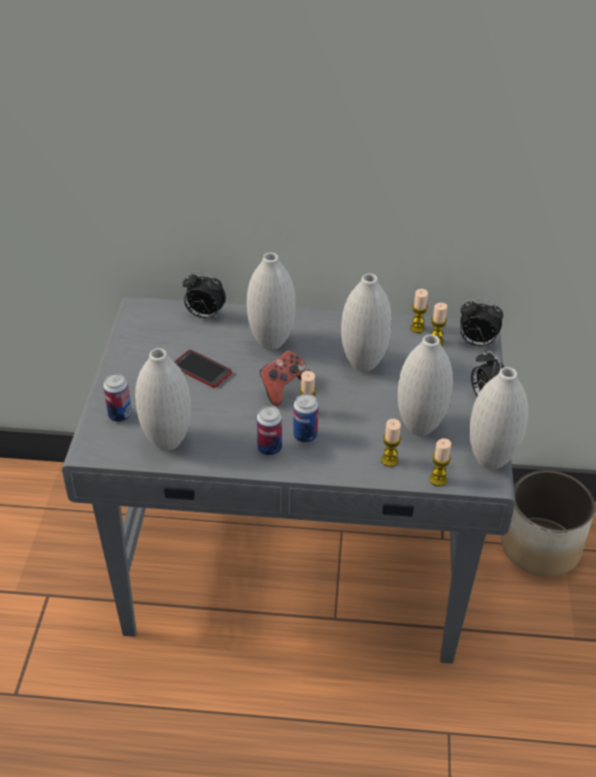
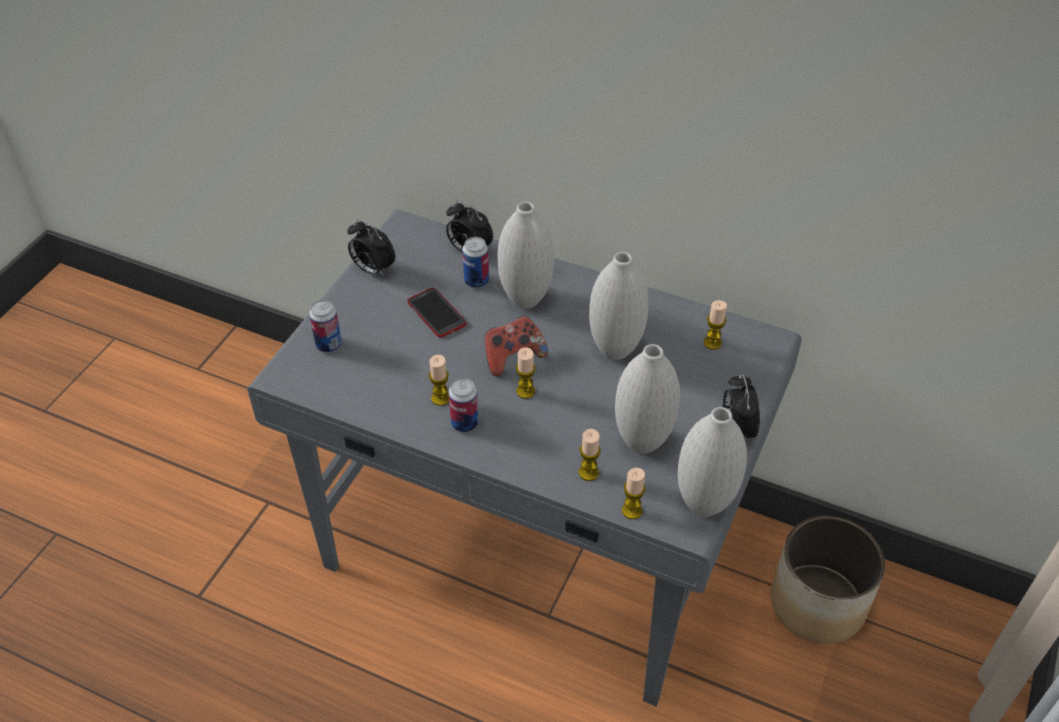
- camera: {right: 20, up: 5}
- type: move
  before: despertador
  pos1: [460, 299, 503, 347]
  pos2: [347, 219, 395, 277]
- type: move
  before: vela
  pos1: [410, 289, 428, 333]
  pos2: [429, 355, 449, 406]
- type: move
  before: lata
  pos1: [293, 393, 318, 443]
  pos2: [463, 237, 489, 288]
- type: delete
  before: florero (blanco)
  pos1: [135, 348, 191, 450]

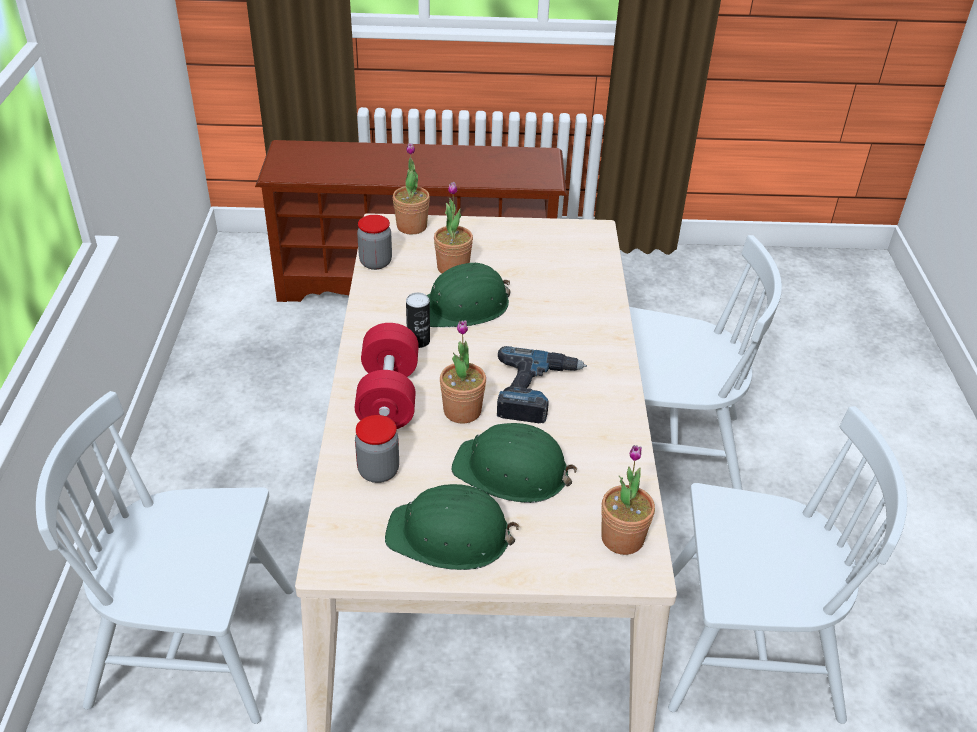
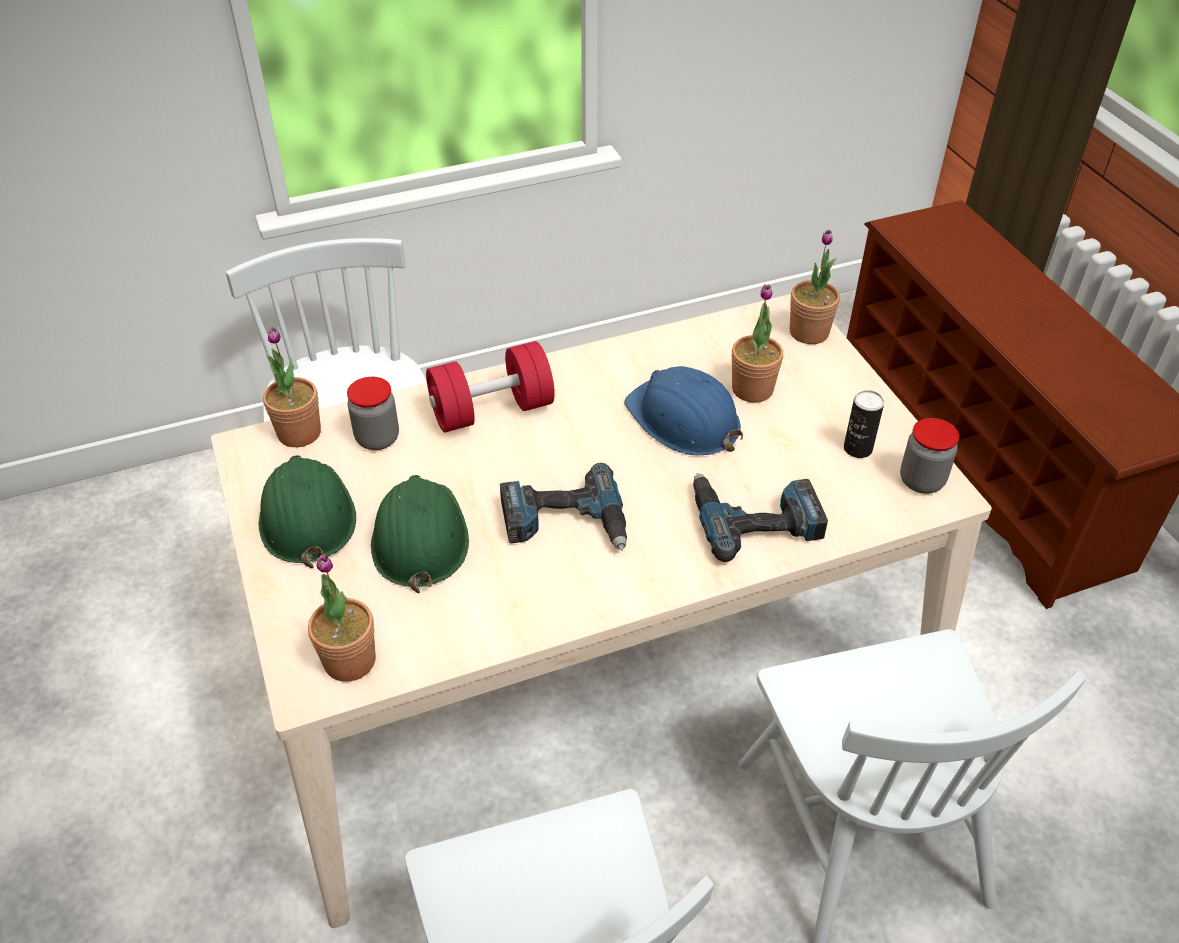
- camera: {right: 70, up: 5}
- type: move
  before: planta en maceta
  pos1: [440, 320, 486, 424]
  pos2: [263, 327, 321, 447]
- type: recolor
  before: casco (verde)
  after: casco (azul)
  pos1: [427, 263, 511, 327]
  pos2: [624, 366, 743, 456]
- type: insert
  after: taladro
  pos2: [693, 473, 828, 562]
- type: move
  before: lata
  pos1: [406, 293, 430, 348]
  pos2: [844, 390, 884, 458]
- type: move
  before: tarro
  pos1: [357, 215, 392, 270]
  pos2: [900, 418, 959, 494]

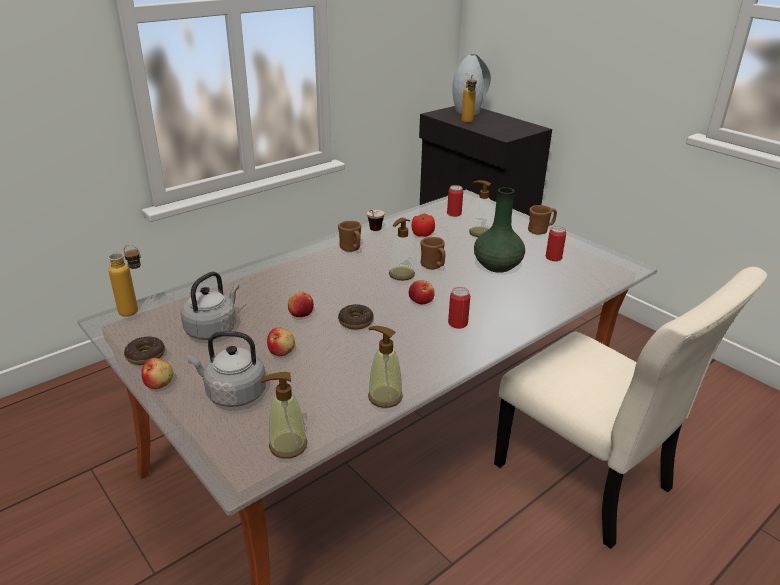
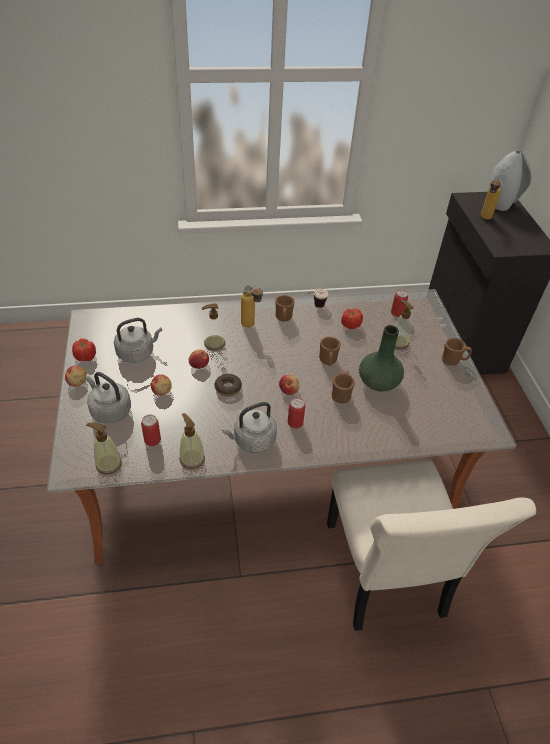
- camera: {right: 30, up: 15}
- type: replace
  before: rosquilla
  after: tomate
  pos1: [124, 336, 165, 365]
  pos2: [72, 338, 96, 361]
- type: move
  before: lata
  pos1: [545, 226, 566, 261]
  pos2: [141, 415, 161, 446]
- type: move
  before: dispensador de jabón
  pos1: [389, 218, 415, 281]
  pos2: [202, 304, 225, 350]
- type: insert
  after: hervidor (gris)
  pos2: [222, 402, 277, 453]
- type: move
  before: botella
  pos1: [108, 245, 141, 316]
  pos2: [241, 286, 263, 328]
- type: insert
  after: taza grande (marrón)
  pos2: [332, 371, 355, 403]

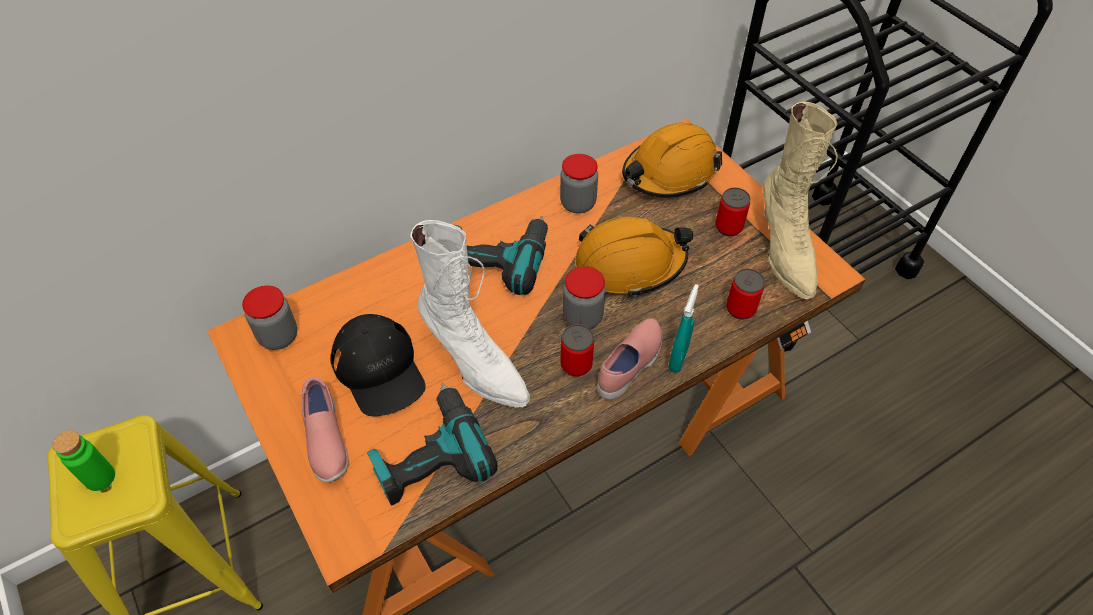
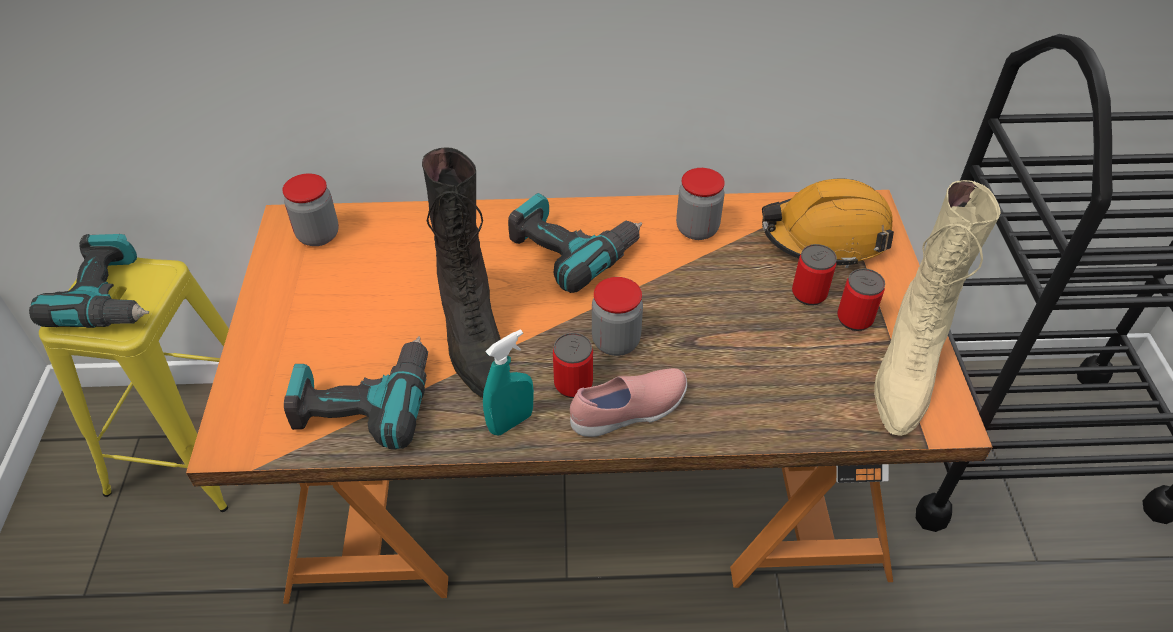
- camera: {right: 30, up: -5}
- type: replace
  before: botella (verde)
  after: taladro
  pos1: [52, 430, 115, 491]
  pos2: [29, 234, 149, 328]
- type: recolor
  before: bota (blanco)
  after: bota (negro)
  pos1: [410, 220, 530, 407]
  pos2: [422, 147, 501, 398]
- type: move
  before: pulverizador (turquesa)
  pos1: [669, 284, 699, 373]
  pos2: [483, 329, 534, 436]
- type: move
  before: lata
  pos1: [726, 269, 765, 320]
  pos2: [792, 244, 837, 306]
- type: delete
  before: zapato (rosa)
  pos1: [302, 377, 349, 483]
- type: delete
  before: gorra (negro)
  pos1: [331, 314, 426, 416]
- type: delete
  before: casco (naranja)
  pos1: [575, 217, 693, 297]

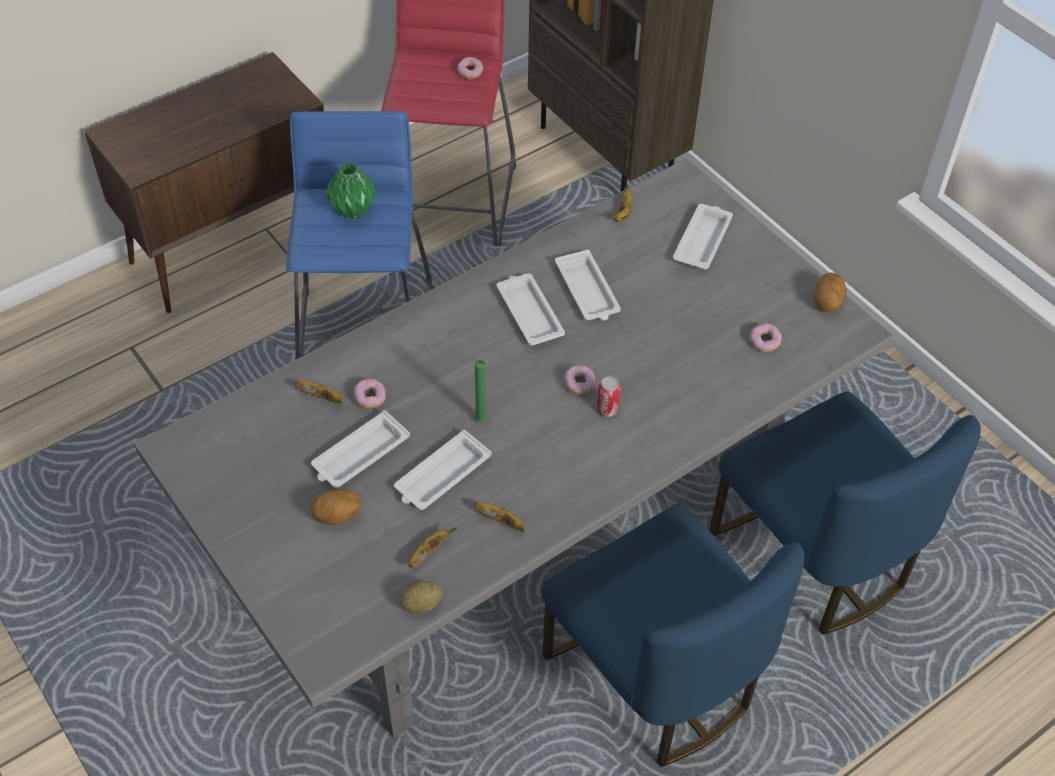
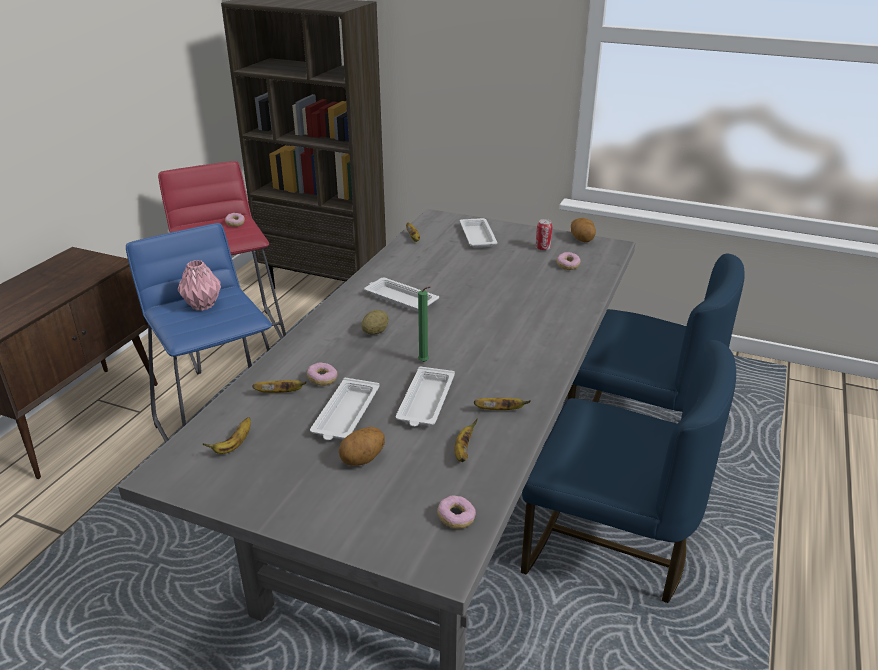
- camera: {right: -30, up: -20}
- type: recolor
  before: florero (verde)
  after: florero (rosa)
  pos1: [326, 162, 376, 219]
  pos2: [178, 260, 221, 311]
- type: insert
  after: plátano
  pos2: [203, 417, 251, 454]
- type: move
  before: patata
  pos1: [400, 581, 442, 613]
  pos2: [361, 310, 389, 335]
- type: move
  before: rosquilla
  pos1: [564, 365, 596, 395]
  pos2: [437, 495, 476, 529]
- type: move
  before: lata
  pos1: [596, 376, 621, 417]
  pos2: [536, 219, 553, 251]
- type: delete
  before: bandeja (blanco)
  pos1: [555, 250, 621, 321]

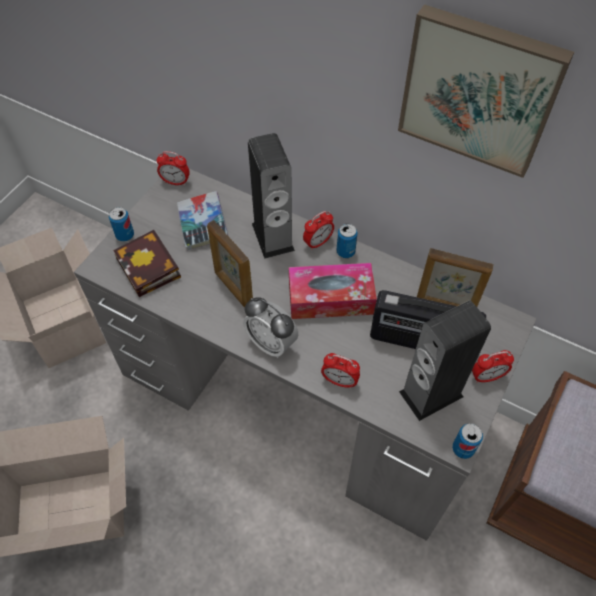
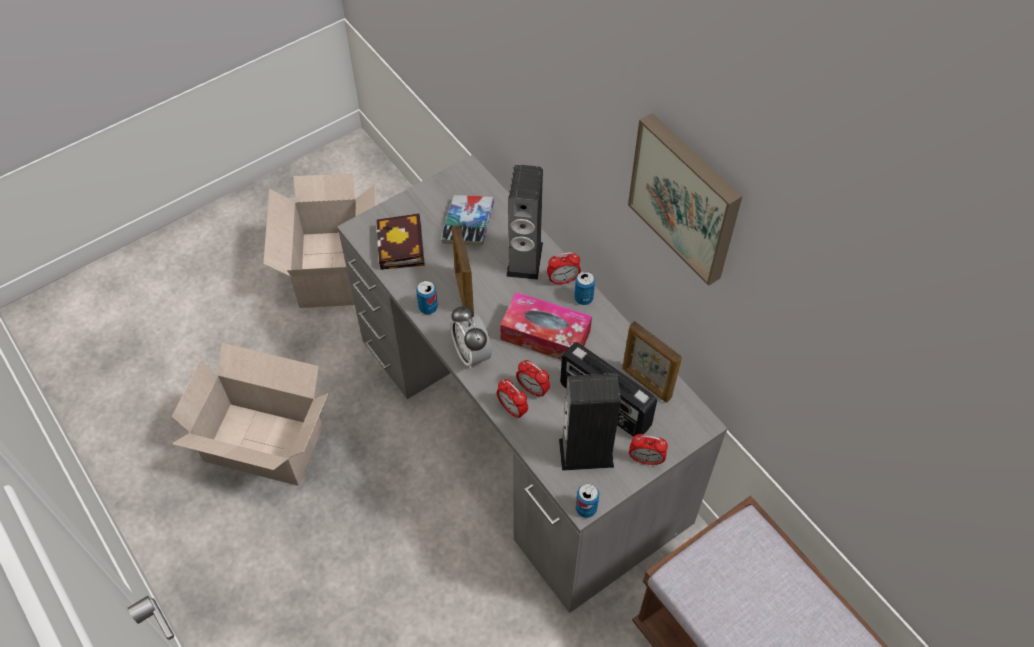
- camera: {right: 25, up: 0}
- type: move
  before: lata
  pos1: [109, 207, 134, 242]
  pos2: [416, 281, 438, 314]
- type: move
  before: despertador
  pos1: [156, 151, 190, 186]
  pos2: [516, 360, 550, 398]

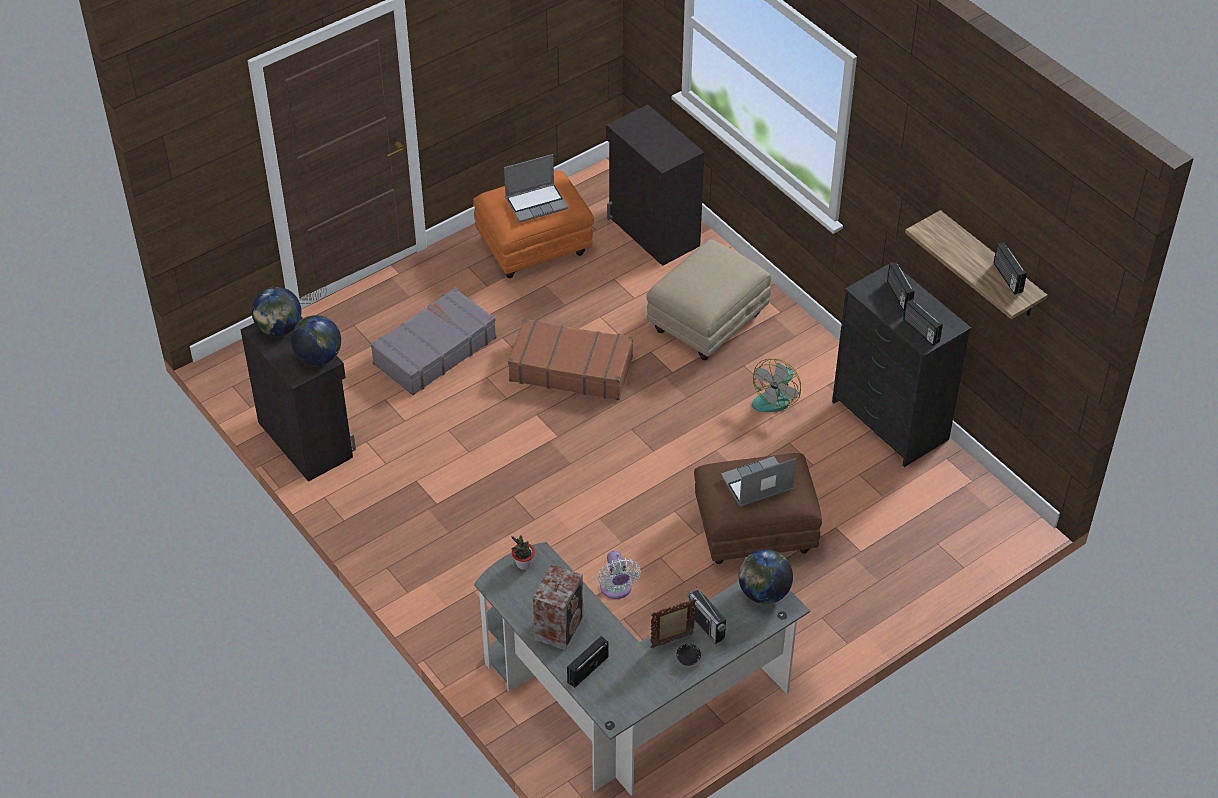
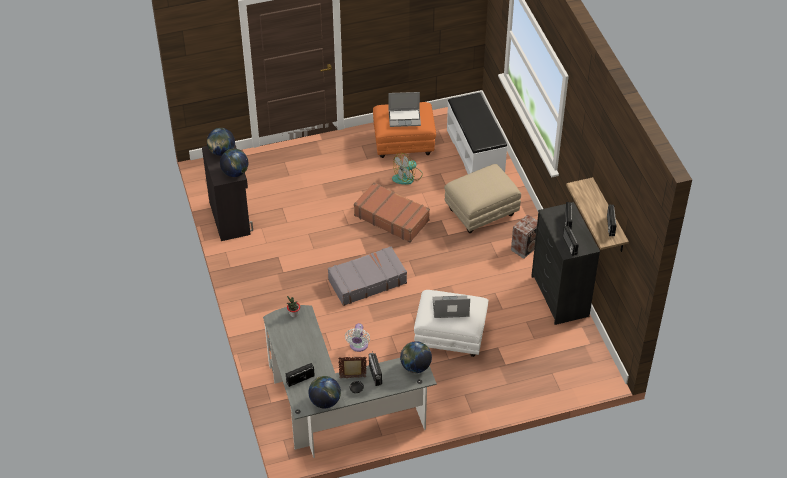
- camera: {right: 20, up: 0}
- type: insert
  after: globo terráqueo
  pos2: [308, 376, 341, 409]
- type: move
  before: maleta (gris)
  pos1: [371, 288, 497, 395]
  pos2: [328, 246, 407, 306]
- type: move
  before: ventilador
  pos1: [752, 359, 801, 412]
  pos2: [392, 153, 423, 185]
- type: recolor
  before: puf (marrón)
  after: puf (blanco)
  pos1: [694, 453, 822, 564]
  pos2: [414, 290, 488, 357]
- type: replace
  before: armario (negro)
  after: banco (blanco)
  pos1: [606, 105, 704, 266]
  pos2: [447, 92, 507, 174]
- type: move
  before: altavoz
  pos1: [533, 564, 583, 650]
  pos2: [511, 214, 537, 259]

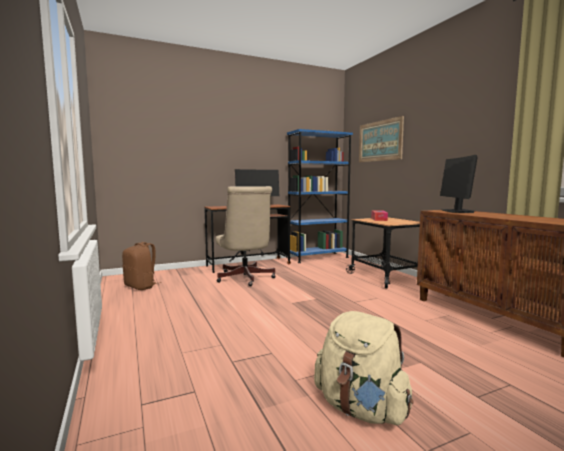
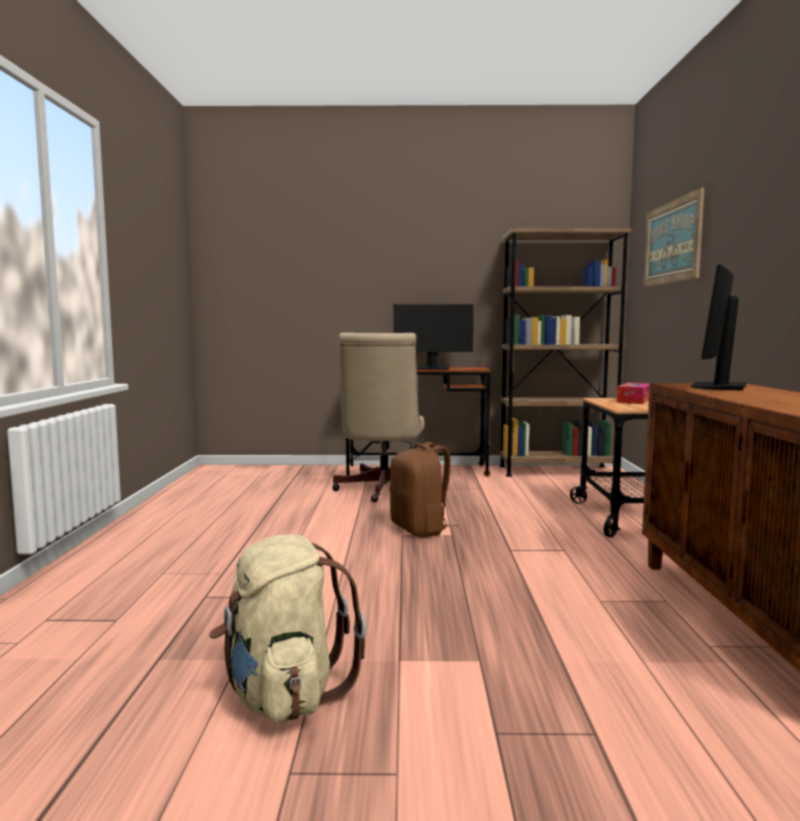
- camera: {right: 25, up: 0}
- type: move
  before: mochila (marrón)
  pos1: [122, 242, 161, 290]
  pos2: [390, 442, 458, 537]
- type: recolor
  before: estantería (azul)
  after: estantería (marrón)
  pos1: [287, 129, 353, 263]
  pos2: [499, 228, 631, 477]

